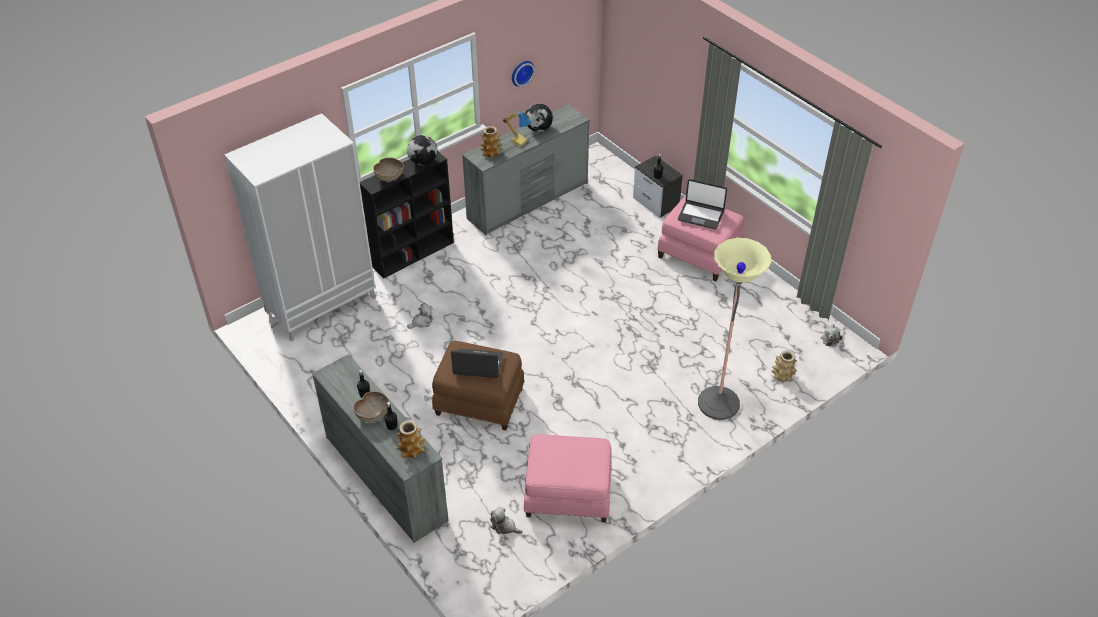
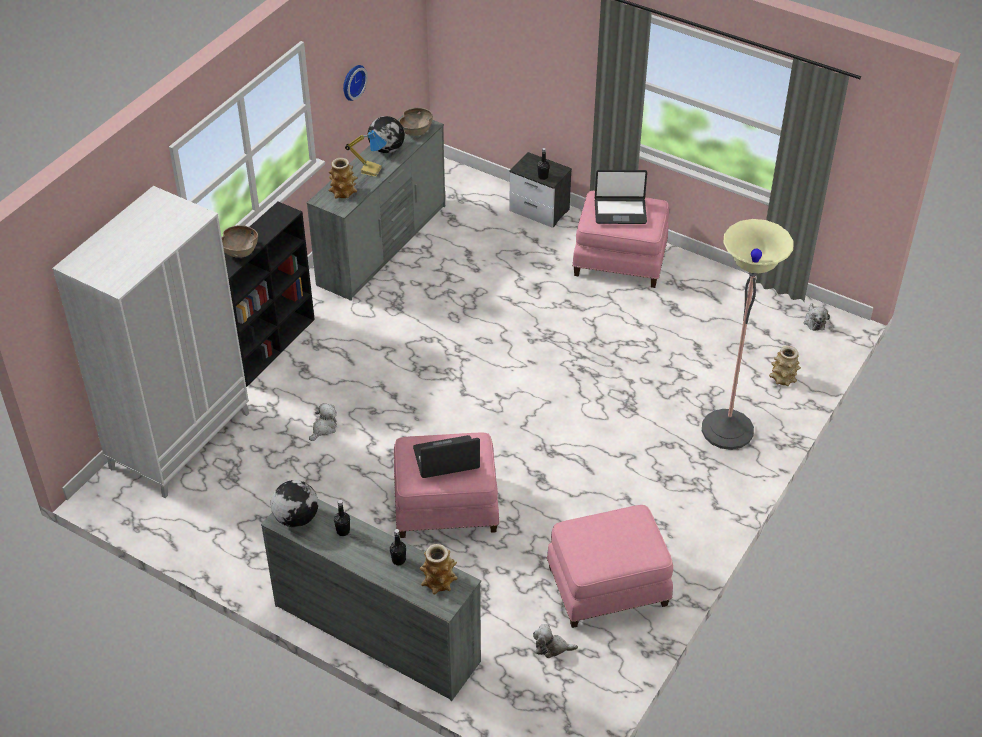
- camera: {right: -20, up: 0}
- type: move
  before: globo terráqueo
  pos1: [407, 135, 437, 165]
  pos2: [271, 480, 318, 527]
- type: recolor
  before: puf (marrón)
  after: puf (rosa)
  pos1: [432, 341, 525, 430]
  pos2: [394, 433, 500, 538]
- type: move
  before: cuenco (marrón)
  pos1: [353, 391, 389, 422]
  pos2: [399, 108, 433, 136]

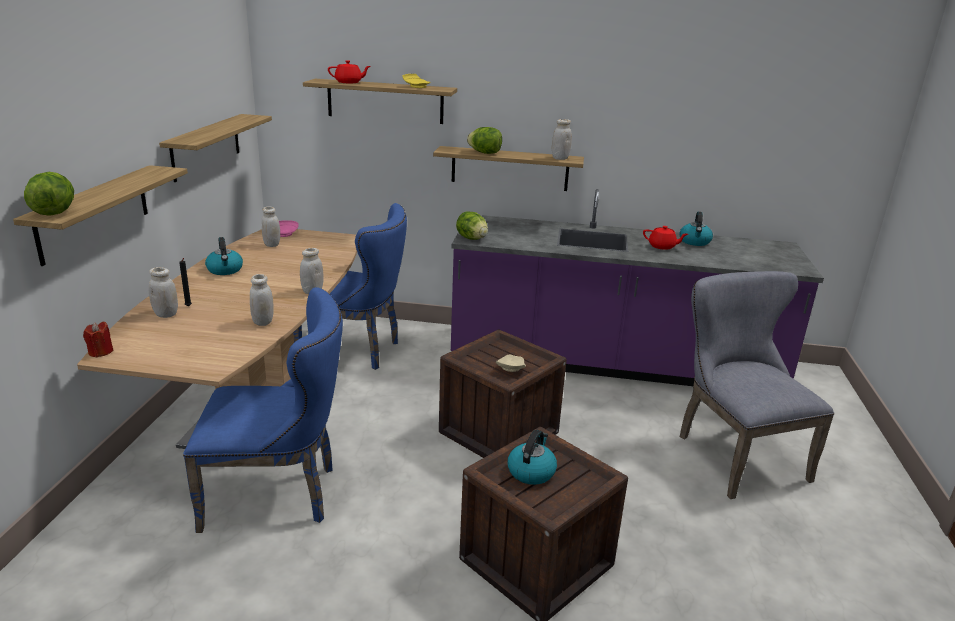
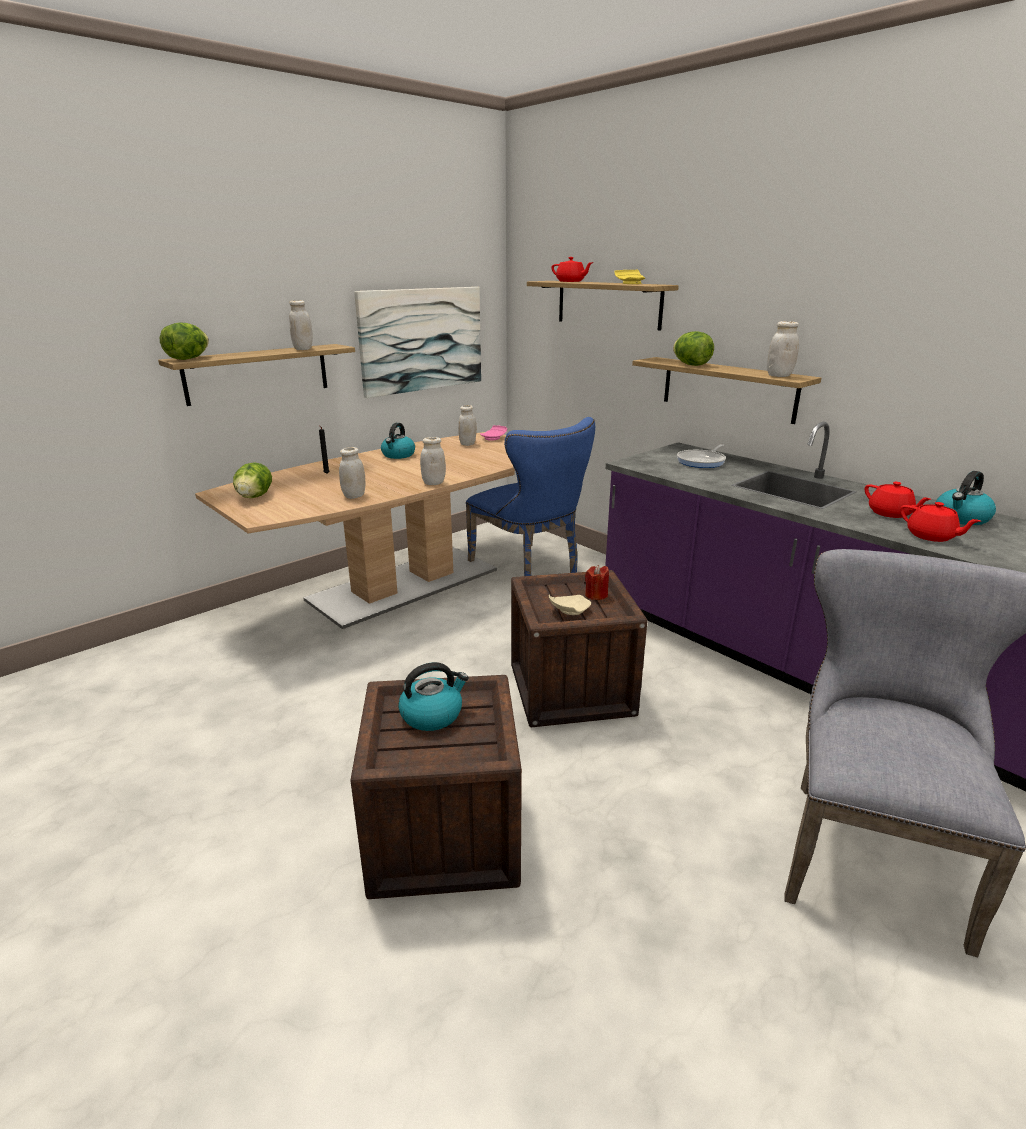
- camera: {right: 40, up: 0}
- type: move
  before: lechuga
  pos1: [456, 211, 488, 240]
  pos2: [233, 463, 272, 498]
- type: move
  before: tarro (blanco)
  pos1: [148, 267, 178, 318]
  pos2: [289, 300, 313, 350]
- type: replace
  before: estante
  after: cuadro
  pos1: [159, 114, 272, 182]
  pos2: [354, 287, 481, 398]
- type: move
  before: vela (rojo)
  pos1: [83, 322, 114, 358]
  pos2: [585, 565, 609, 600]
- type: insert
  after: sartén
  pos2: [677, 444, 726, 468]
- type: insert
  after: tetera (rojo)
  pos2: [900, 502, 981, 542]
- type: delete
  before: silla (azul)
  pos1: [183, 287, 343, 533]

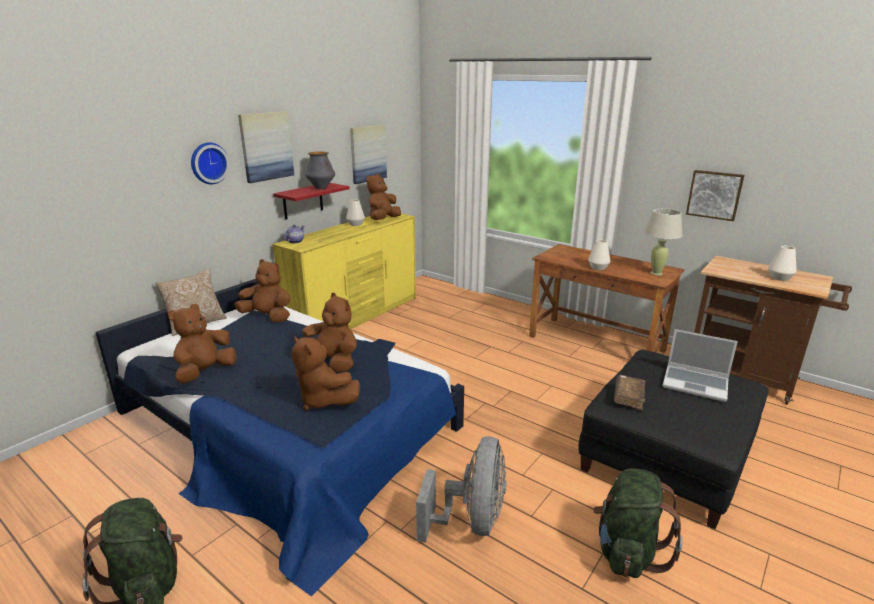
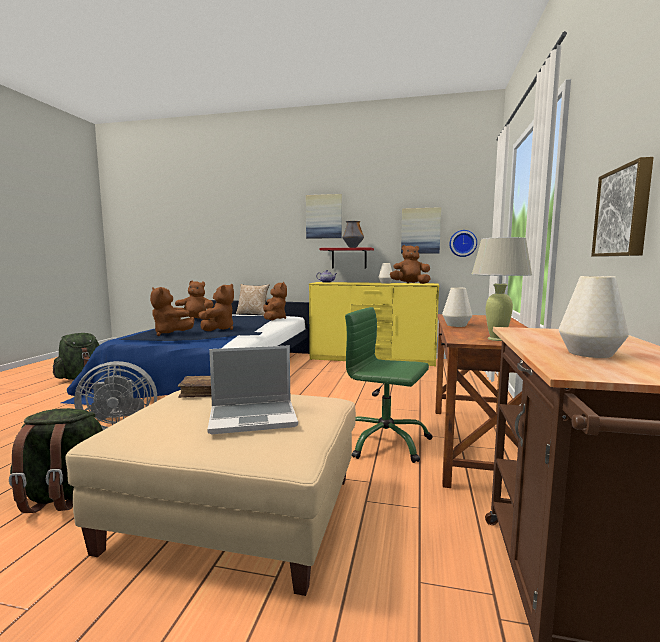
- camera: {right: 65, up: -15}
- type: recolor
  before: puf (negro)
  after: puf (beis)
  pos1: [578, 350, 769, 529]
  pos2: [65, 390, 356, 596]
- type: rotate
  before: peluche (marrón)
  pos1: [292, 336, 360, 410]
  pos2: [150, 287, 194, 336]
  turn: -75
- type: rotate
  before: portátil
  pos1: [663, 329, 738, 402]
  pos2: [207, 345, 298, 435]
  turn: -105
- type: insert
  after: silla de oficina (verde)
  pos2: [345, 307, 433, 463]
- type: move
  before: reloj de pared
  pos1: [191, 142, 230, 184]
  pos2: [449, 230, 477, 257]

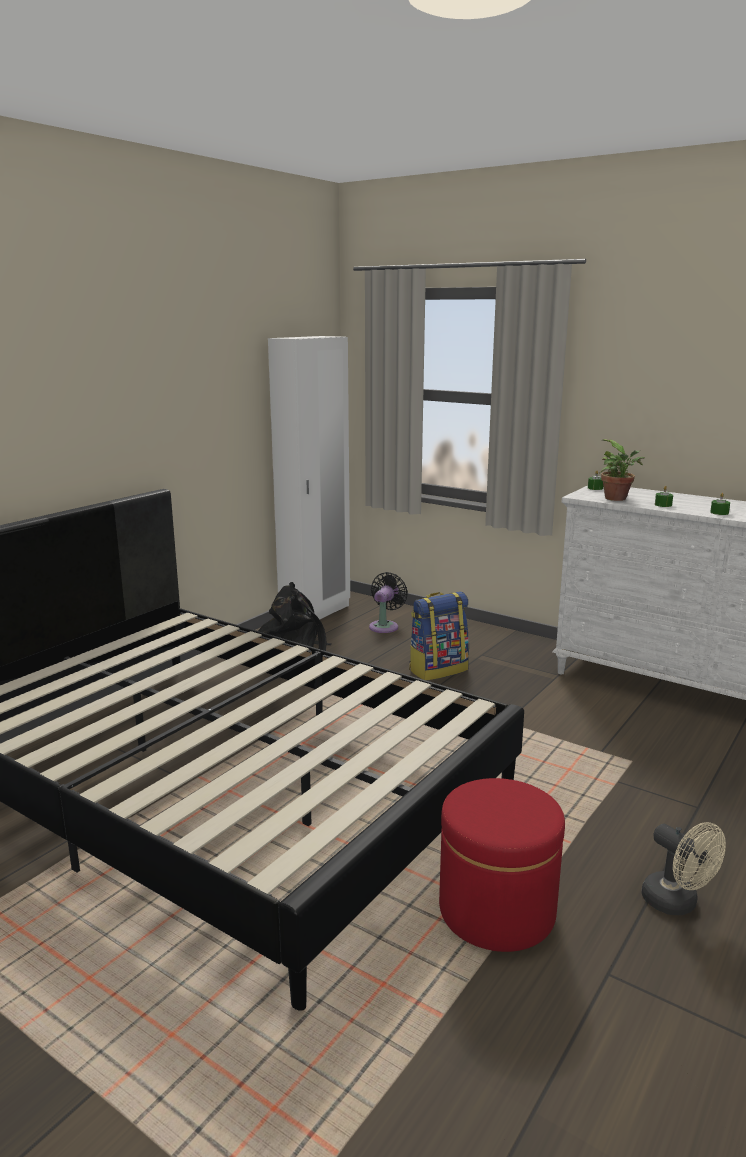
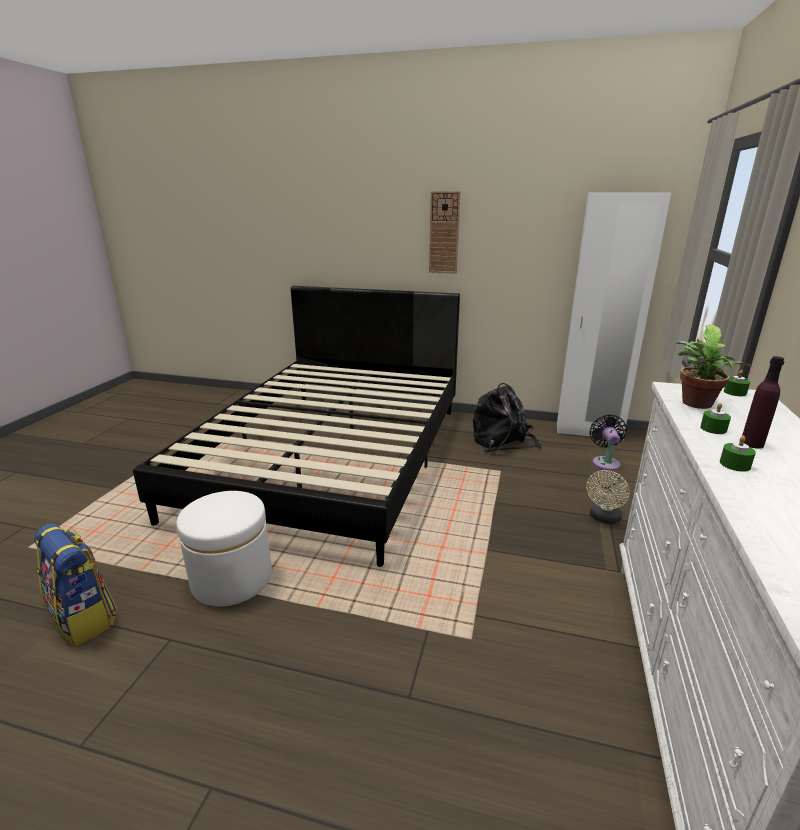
- camera: {right: 70, up: 5}
- type: move
  before: mochila
  pos1: [409, 592, 469, 681]
  pos2: [34, 523, 117, 647]
- type: recolor
  before: puf (rojo)
  after: puf (blanco)
  pos1: [439, 778, 565, 952]
  pos2: [176, 491, 272, 606]
- type: insert
  after: reloj de pared
  pos2: [429, 191, 460, 274]
- type: move
  before: ventilador (beis)
  pos1: [642, 822, 726, 915]
  pos2: [586, 470, 630, 524]
- type: rotate
  before: ventilador (negro)
  pos1: [369, 572, 408, 633]
  pos2: [589, 415, 627, 471]
  turn: -90
- type: insert
  after: botella (morado)
  pos2: [742, 356, 785, 449]

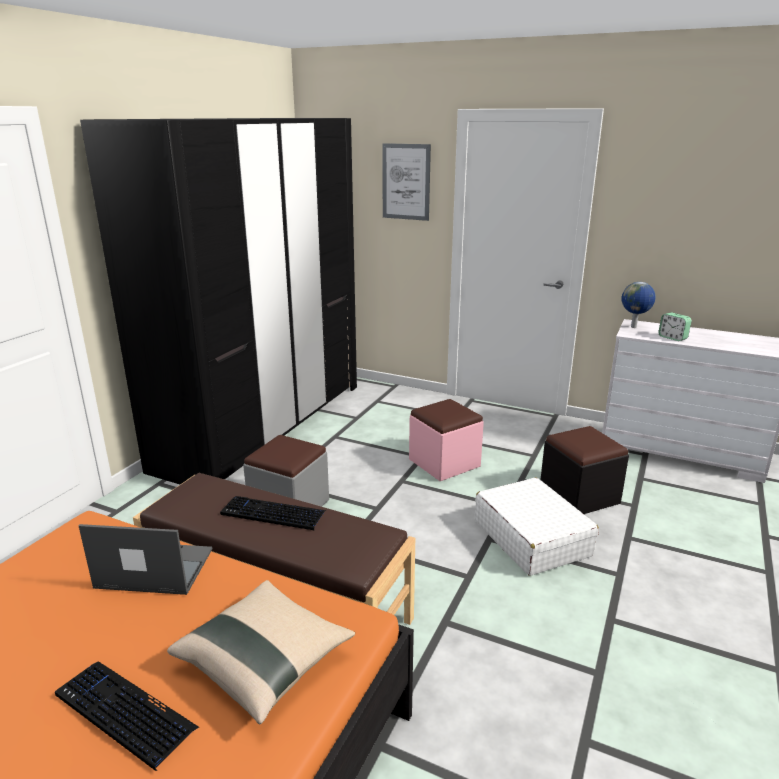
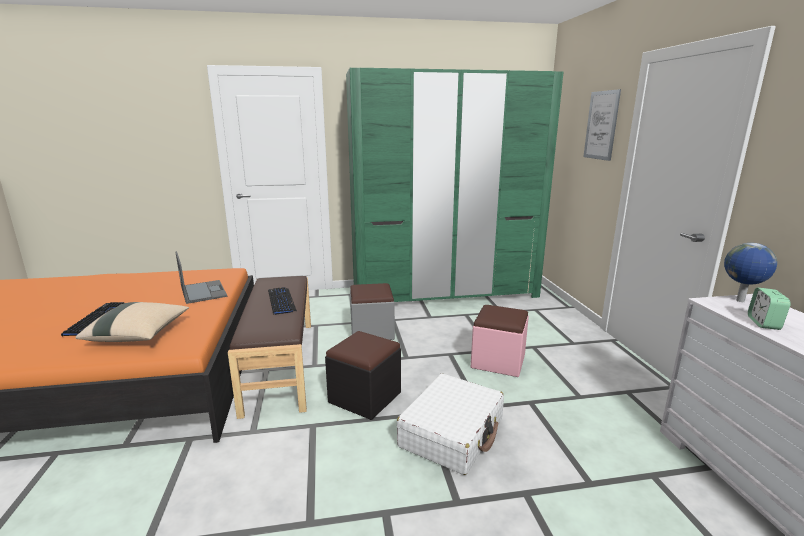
- camera: {right: 55, up: -5}
- type: move
  before: puf (negro)
  pos1: [541, 426, 629, 514]
  pos2: [325, 331, 401, 420]
- type: recolor
  before: armario ropero (negro)
  after: armario ropero (verde)
  pos1: [80, 118, 357, 484]
  pos2: [346, 68, 563, 302]

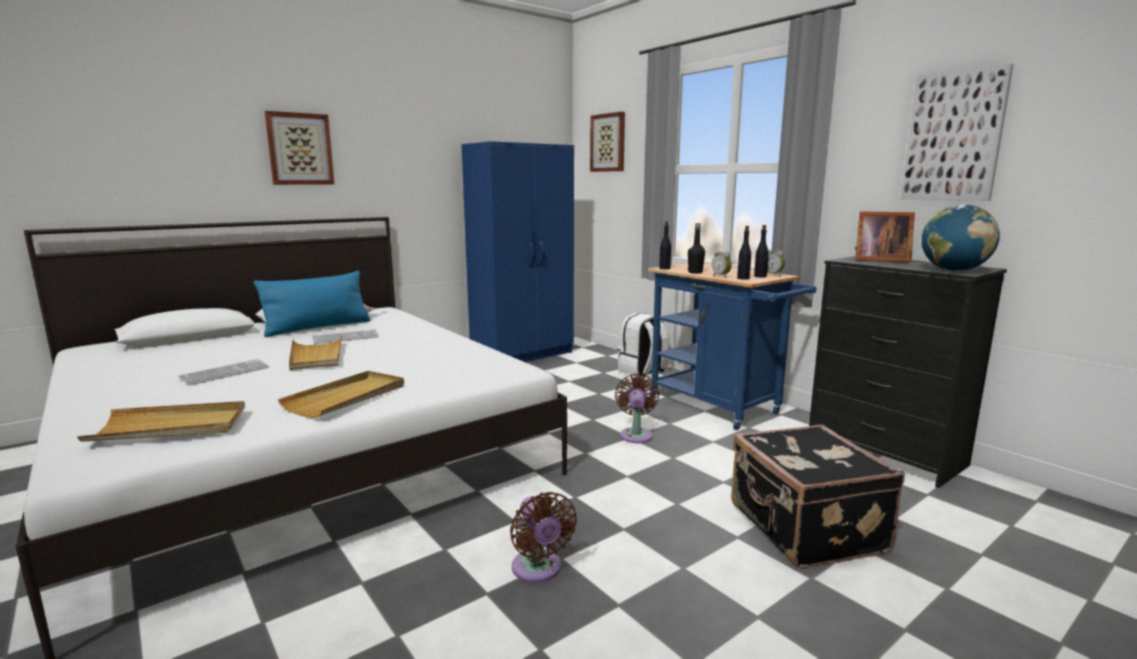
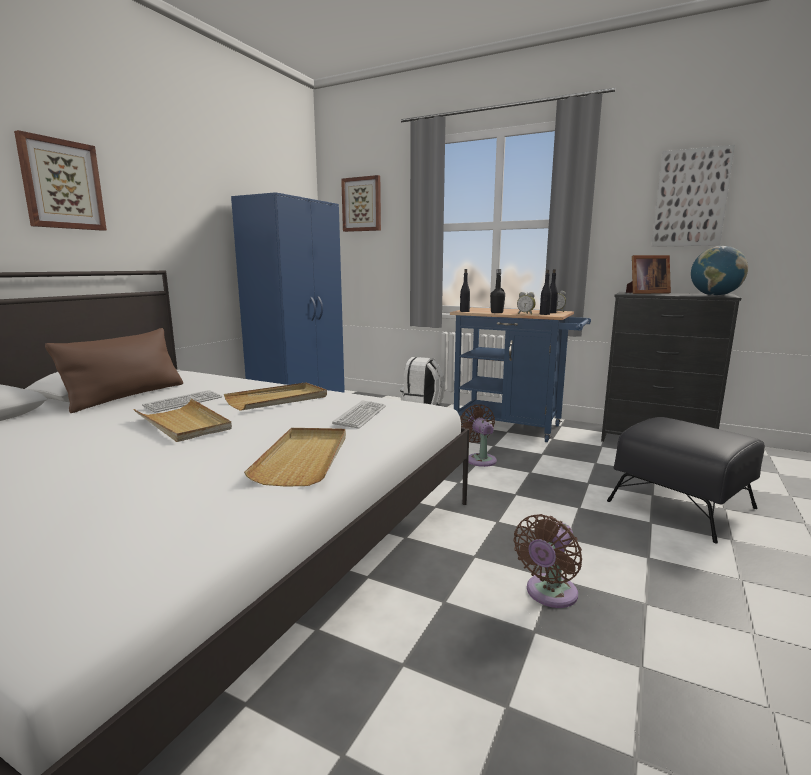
- camera: {right: -25, up: 0}
- type: recolor
  before: cojín (azul)
  after: cojín (marrón)
  pos1: [254, 271, 370, 337]
  pos2: [45, 328, 183, 413]
- type: move
  before: bandeja (beis)
  pos1: [77, 401, 245, 442]
  pos2: [224, 382, 327, 411]
- type: move
  before: teclado
  pos1: [178, 359, 269, 385]
  pos2: [332, 401, 386, 429]
- type: rotate
  before: ventilador (marrón)
  pos1: [510, 492, 577, 583]
  pos2: [513, 514, 582, 608]
  turn: 90
- type: replace
  before: maleta (negro)
  after: puf (negro)
  pos1: [731, 425, 905, 568]
  pos2: [607, 417, 765, 544]

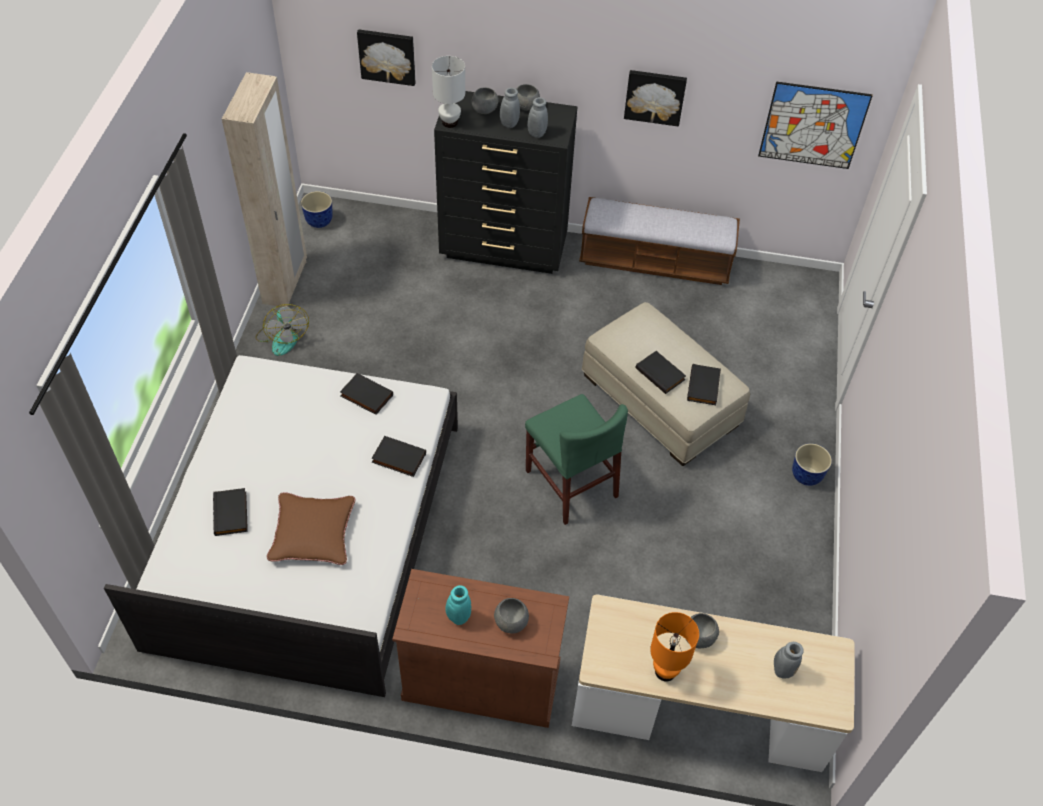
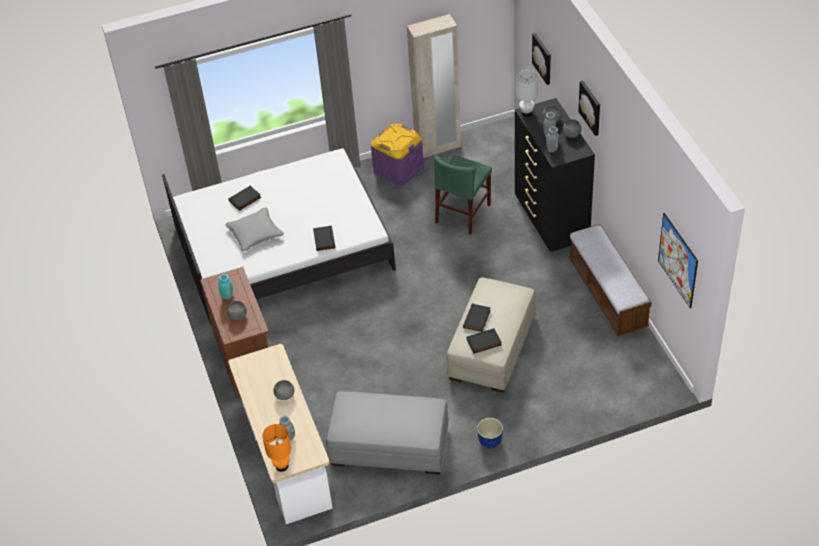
- camera: {right: 65, up: -5}
- type: recolor
  before: cojín (marrón)
  after: cojín (gris)
  pos1: [267, 492, 355, 565]
  pos2: [226, 207, 284, 252]
- type: move
  before: lámpara de mesa (naranja)
  pos1: [650, 612, 699, 682]
  pos2: [262, 424, 291, 472]
- type: insert
  after: puf (gris)
  pos2: [326, 391, 449, 474]
- type: replace
  before: ventilador
  after: caja de almacenaje (morado)
  pos1: [255, 304, 309, 356]
  pos2: [371, 124, 424, 186]
- type: move
  before: silla (verde)
  pos1: [525, 394, 628, 525]
  pos2: [434, 155, 492, 235]
- type: move
  before: cuadro
  pos1: [624, 70, 687, 127]
  pos2: [578, 81, 600, 136]
- type: delete
  before: maceta
  pos1: [301, 191, 333, 228]
- type: delete
  before: libro (negro)
  pos1: [340, 373, 393, 415]

